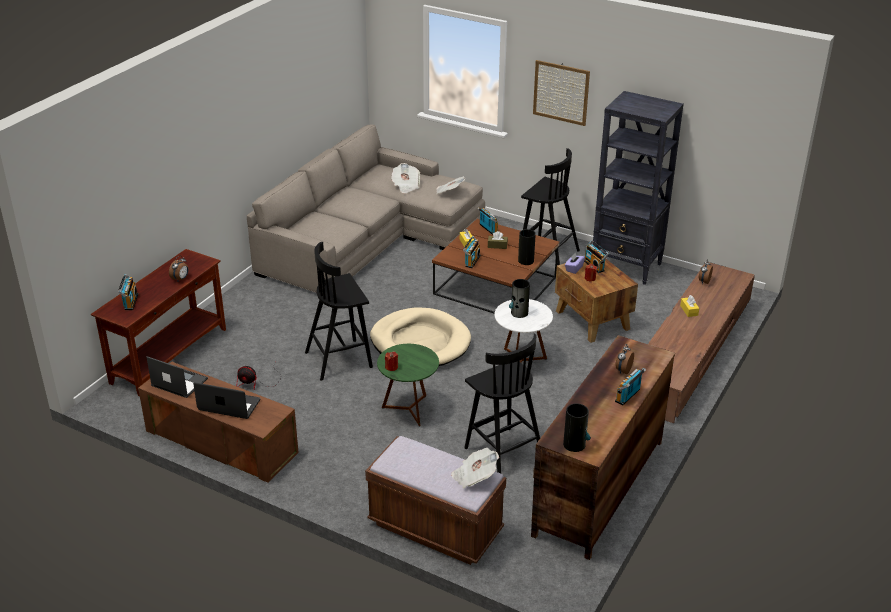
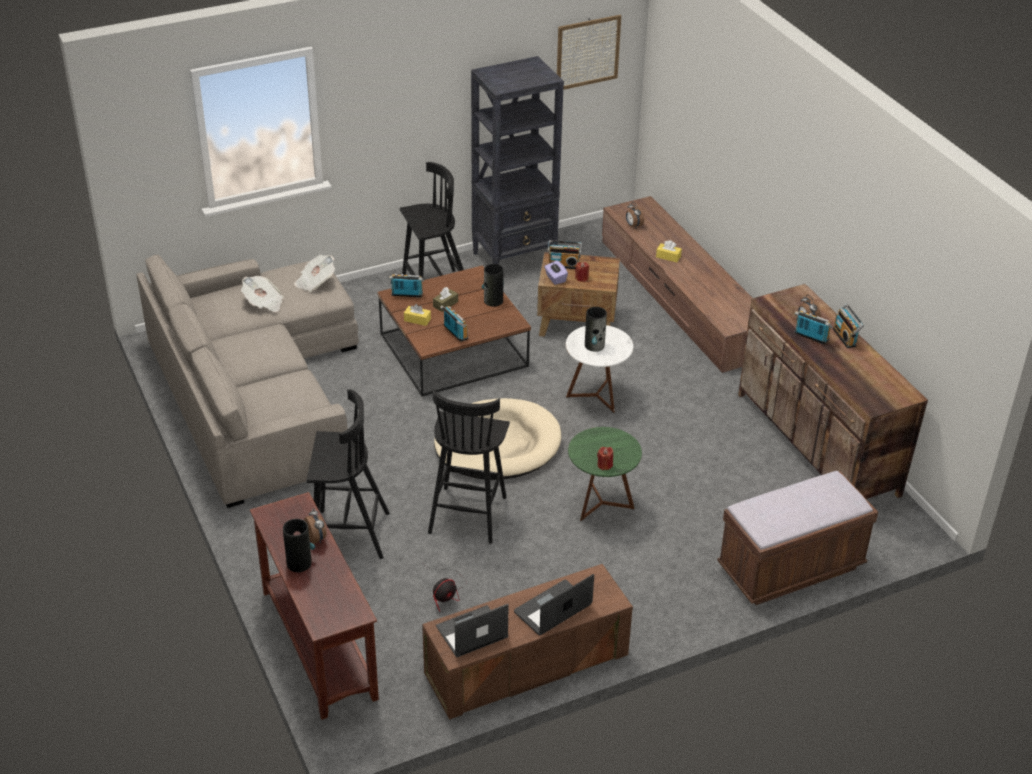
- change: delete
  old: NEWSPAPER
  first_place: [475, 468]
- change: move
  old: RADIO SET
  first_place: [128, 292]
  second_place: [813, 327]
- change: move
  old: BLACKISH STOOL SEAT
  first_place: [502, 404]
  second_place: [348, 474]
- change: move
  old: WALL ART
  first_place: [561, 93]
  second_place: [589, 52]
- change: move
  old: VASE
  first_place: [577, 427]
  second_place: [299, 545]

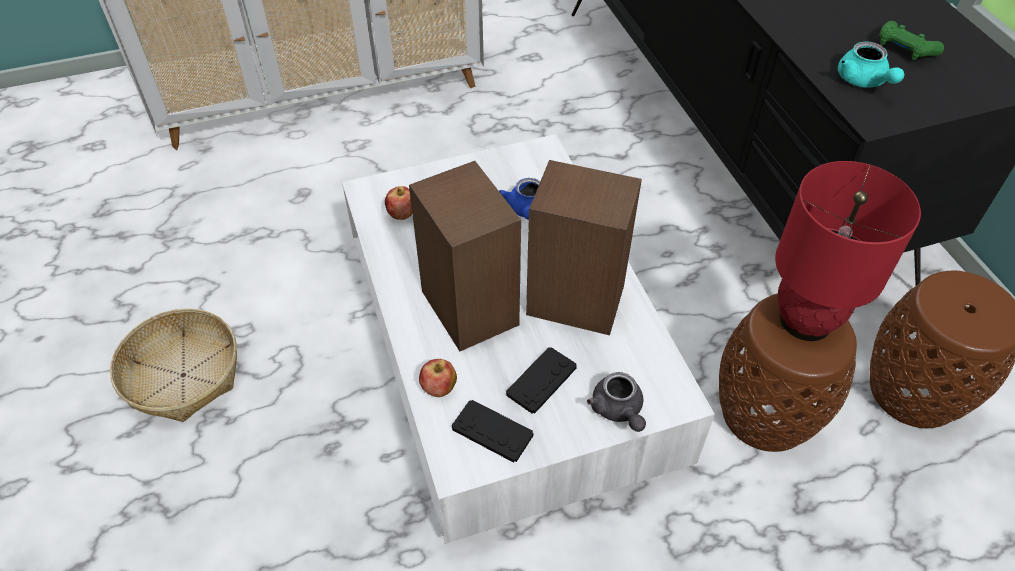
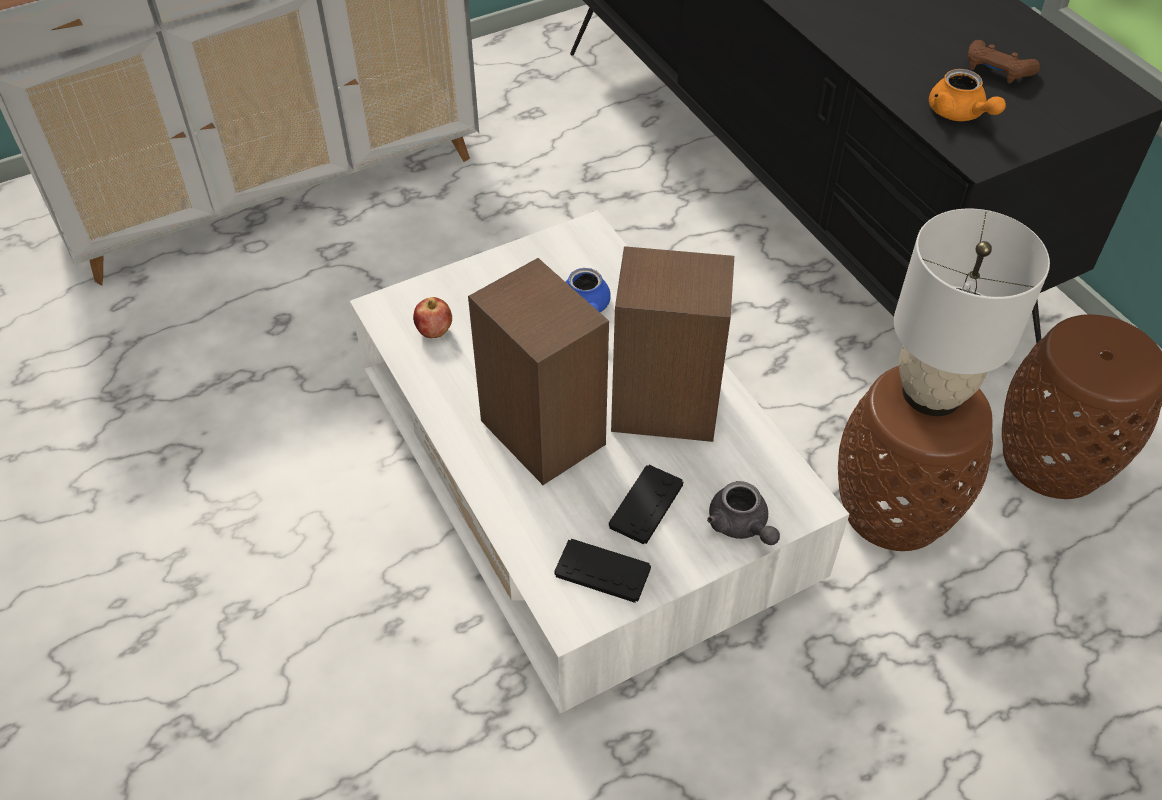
- change: delete
  old: BASKET
  first_place: [173, 365]
- change: delete
  old: APPLE FRUIT
  first_place: [438, 378]
- change: recolor
  old: RED TABLE LAMP
  new: WHITE-COLOURED TABLE LAMP
  first_place: [848, 251]
  second_place: [972, 312]
- change: recolor
  old: TURQUOISE TEAPOT
  new: ORANGE TEAPOT
  first_place: [871, 65]
  second_place: [967, 95]
- change: recolor
  old: GREENISH JOYPAD
  new: BROWNISH JOYPAD
  first_place: [912, 40]
  second_place: [1004, 61]

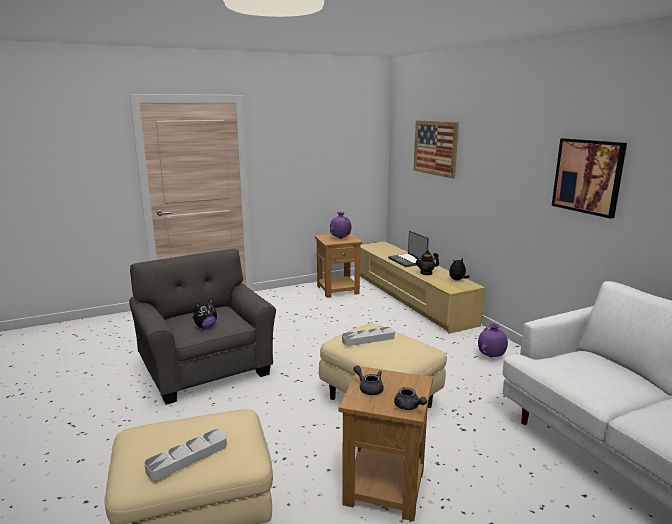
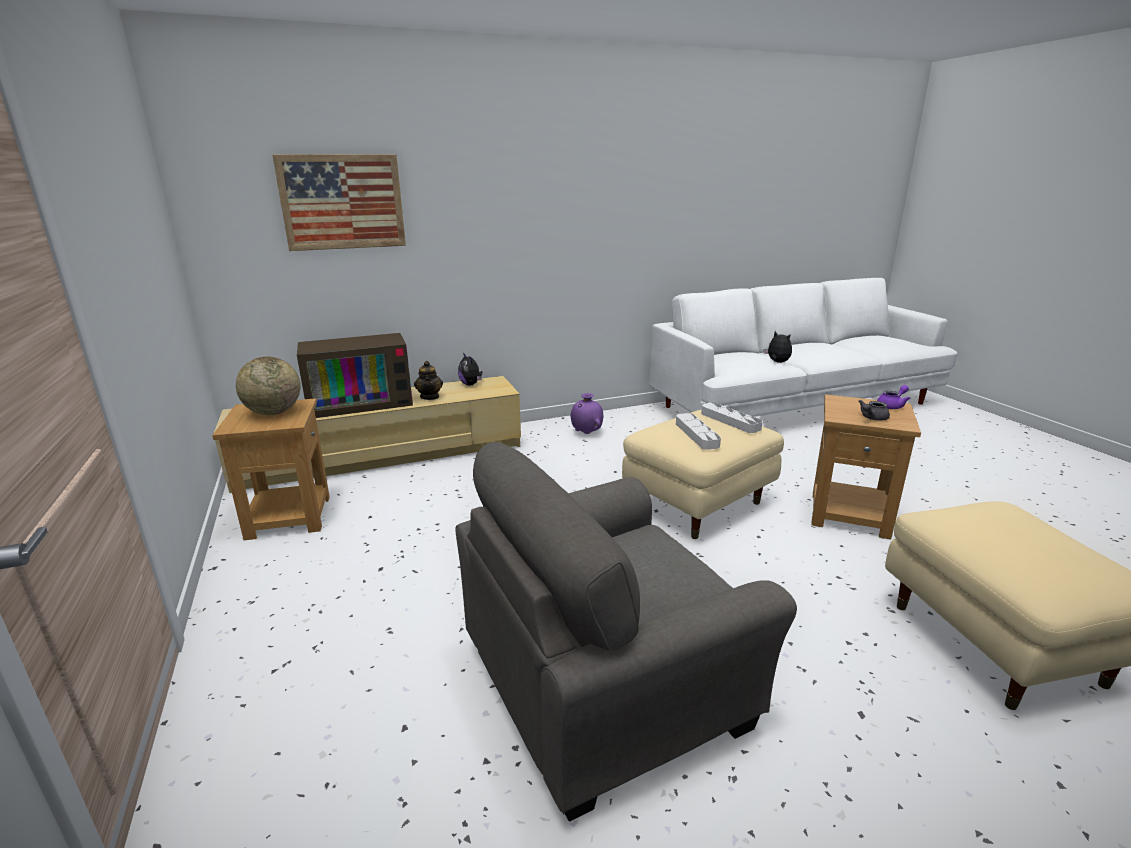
- change: delete
  old: WALL ART
  first_place: [589, 178]
- change: move
  old: GRAY CARRYING TRAY
  first_place: [185, 455]
  second_place: [732, 417]
- change: move
  old: SOFT TOY
  first_place: [205, 314]
  second_place: [778, 347]
- change: replace
  old: PURPLISH VASE
  new: WORLD GLOBE
  first_place: [341, 225]
  second_place: [268, 386]
- change: replace
  old: NOTEBOOK COMPUTER
  new: TV
  first_place: [408, 249]
  second_place: [355, 375]
- change: recolor
  old: GRAY TEAPOT
  new: PURPLISH TEAPOT
  first_place: [410, 398]
  second_place: [893, 397]

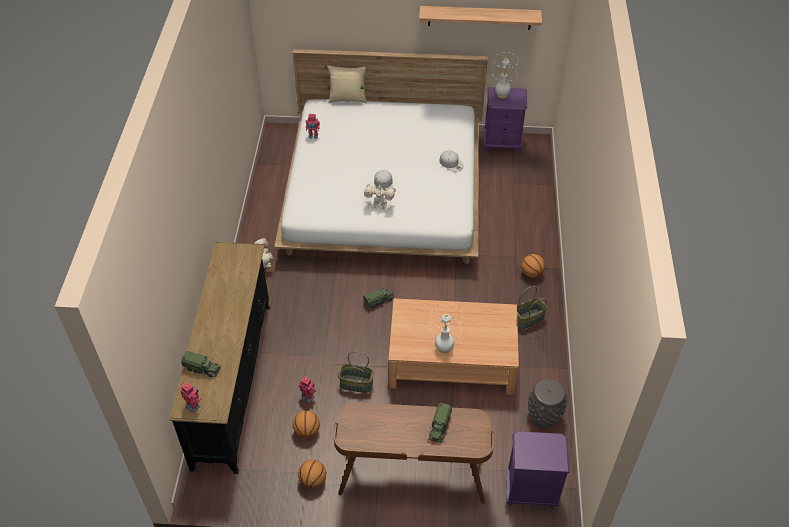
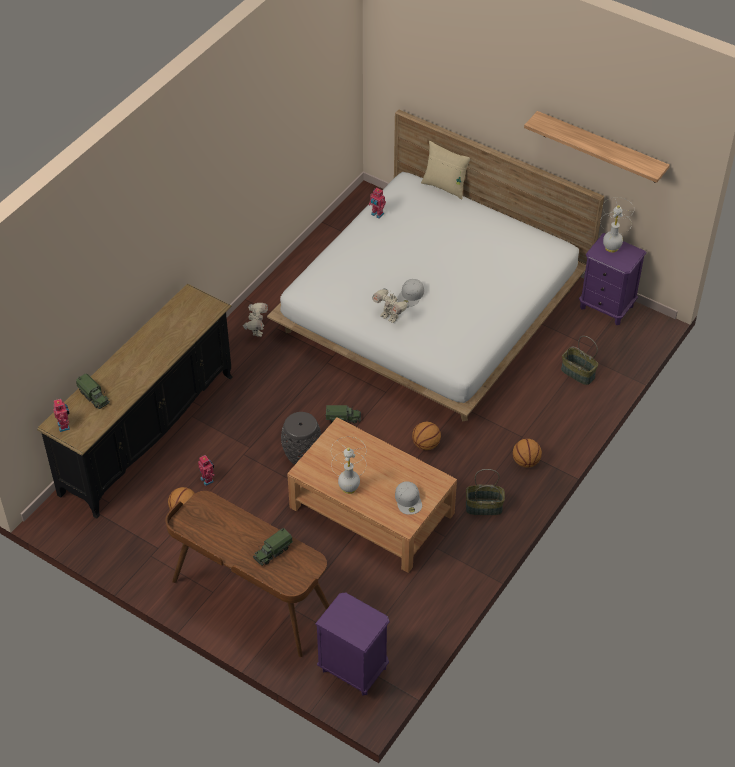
- change: move
  old: BASKETBALL BALL
  first_place: [312, 474]
  second_place: [426, 435]
- change: move
  old: BASKET
  first_place: [356, 372]
  second_place: [579, 360]
- change: move
  old: WHITE-COLOURED BASEBALL CAP
  first_place: [452, 161]
  second_place: [408, 498]
- change: move
  old: GRAY STOOL SEAT
  first_place: [547, 403]
  second_place: [301, 438]

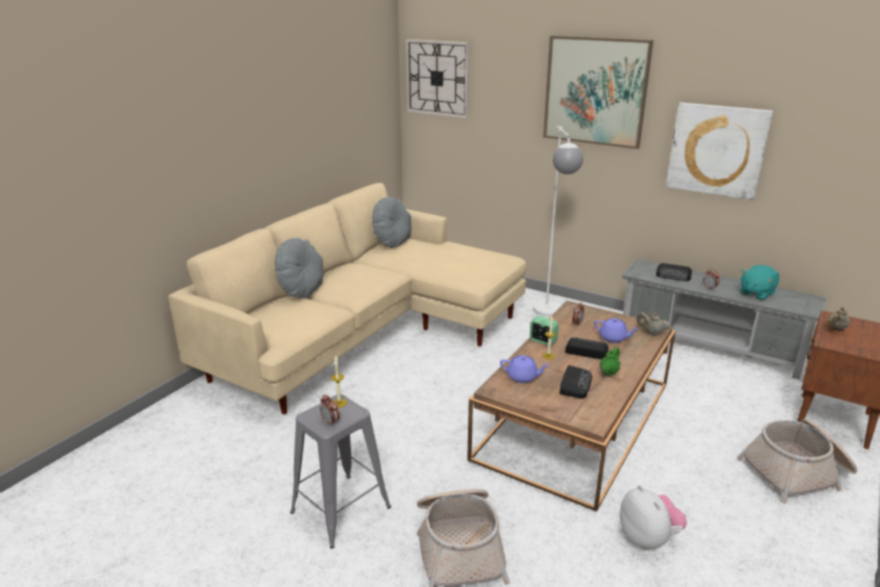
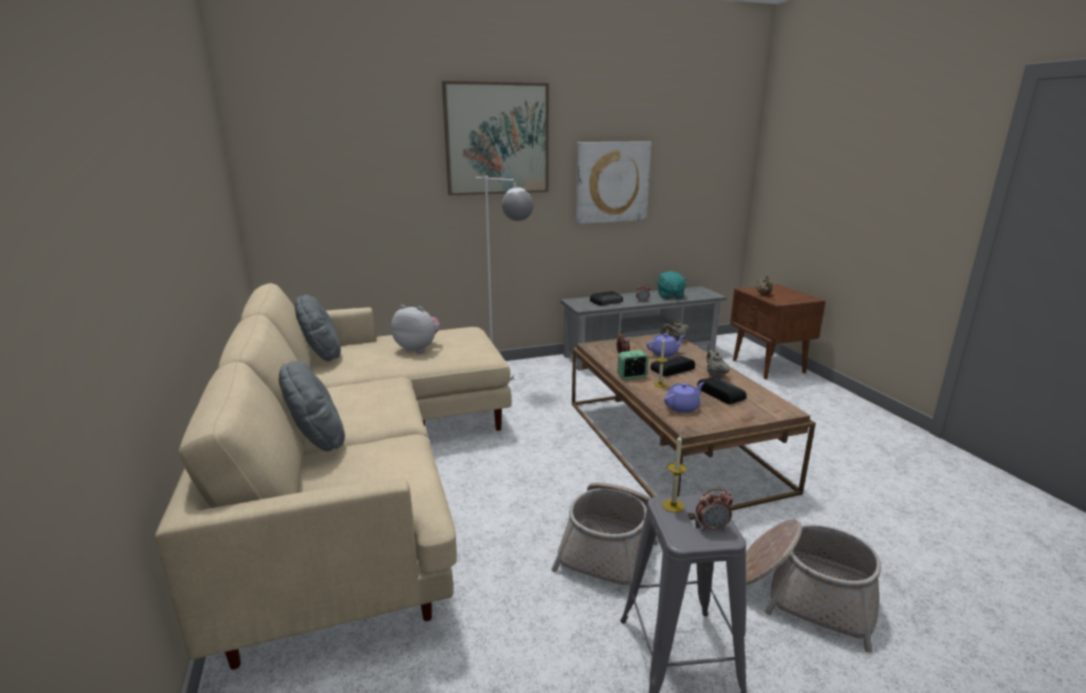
- change: delete
  old: HANGING CLOCK
  first_place: [437, 78]
- change: move
  old: SOFT TOY
  first_place: [653, 517]
  second_place: [415, 329]
- change: move
  old: BASKET
  first_place: [797, 461]
  second_place: [604, 535]
- change: recolor
  old: GREENISH TEAPOT
  new: BEIGE TEAPOT
  first_place: [609, 361]
  second_place: [718, 364]

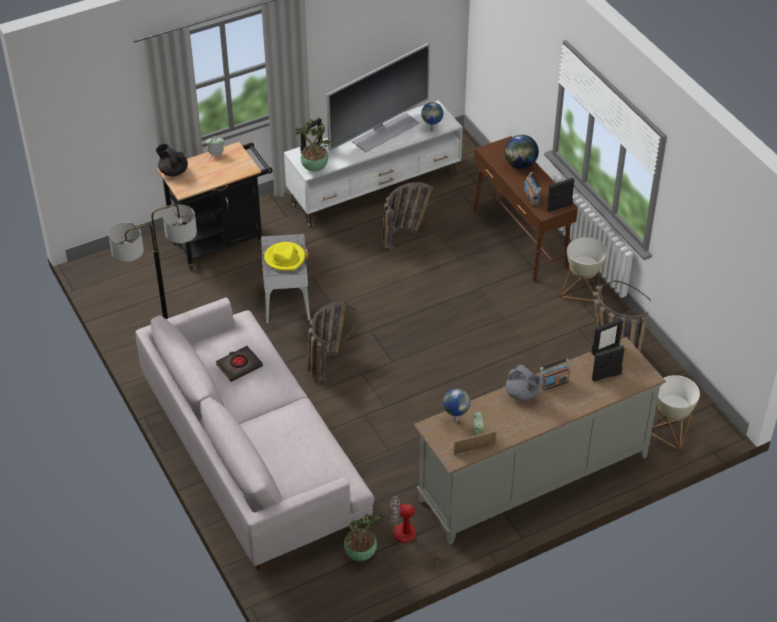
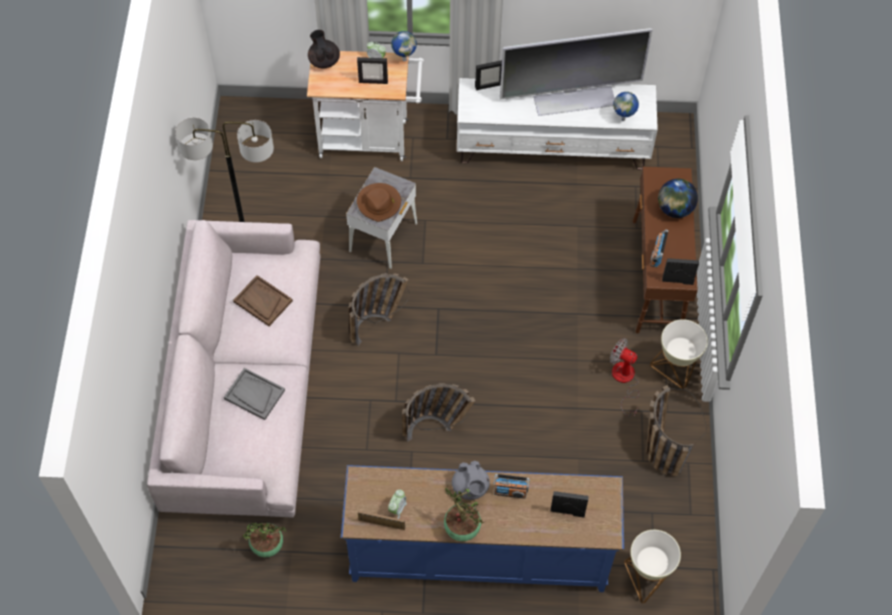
- change: insert
  new: GRAY CARRYING TRAY
  second_place: [254, 394]
- change: move
  old: POTTED PLANT
  first_place: [313, 145]
  second_place: [464, 513]
- change: move
  old: BASKET
  first_place: [409, 216]
  second_place: [439, 412]
- change: move
  old: COOLING FAN
  first_place: [414, 532]
  second_place: [624, 377]
- change: move
  old: WORLD GLOBE
  first_place: [457, 405]
  second_place: [404, 46]
- change: move
  old: PICTURE FRAME
  first_place: [607, 337]
  second_place: [372, 70]
- change: replace
  old: BLACKISH BOUND BOOK
  new: BROWNISH CARRYING TRAY
  first_place: [239, 364]
  second_place: [263, 300]
- change: recolor
  old: BLACKISH WHEELED CART
  new: WHITE-COLOURED WHEELED CART
  first_place: [215, 206]
  second_place: [365, 106]
- change: recolor
  old: YELLOWISH CLOTHING HAT
  new: BROWNISH CLOTHING HAT
  first_place: [284, 256]
  second_place: [379, 202]
- change: recolor
  old: GRAY CABINET
  new: BLUE CABINET
  first_place: [540, 441]
  second_place: [482, 528]

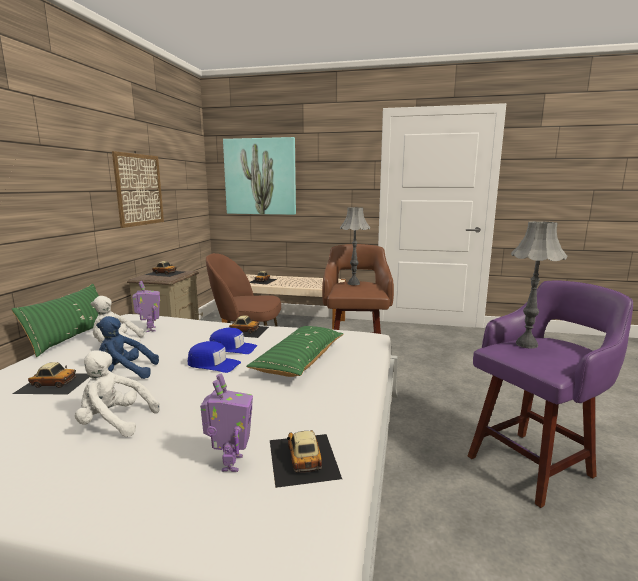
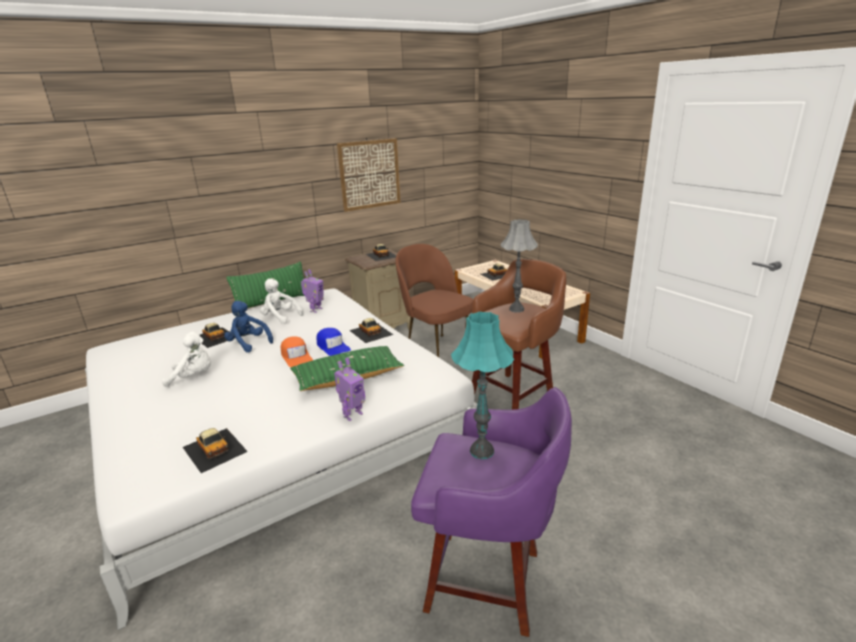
- change: delete
  old: WALL ART
  first_place: [259, 176]
- change: move
  old: ROBOT FIGURE
  first_place: [226, 423]
  second_place: [349, 389]
- change: recolor
  old: BLUE BASEBALL CAP
  new: ORANGE BASEBALL CAP
  first_place: [214, 357]
  second_place: [297, 351]
- change: recolor
  old: GRAY TABLE LAMP
  new: TURQUOISE TABLE LAMP
  first_place: [539, 285]
  second_place: [482, 385]
- change: rotate
  old: WHITE-COLOURED SOFT TOY
  first_place: [117, 393]
  second_place: [186, 359]
  degrees: 120
- change: rotate
  old: MINIATURE CAR
  first_place: [306, 459]
  second_place: [215, 450]
  degrees: 105

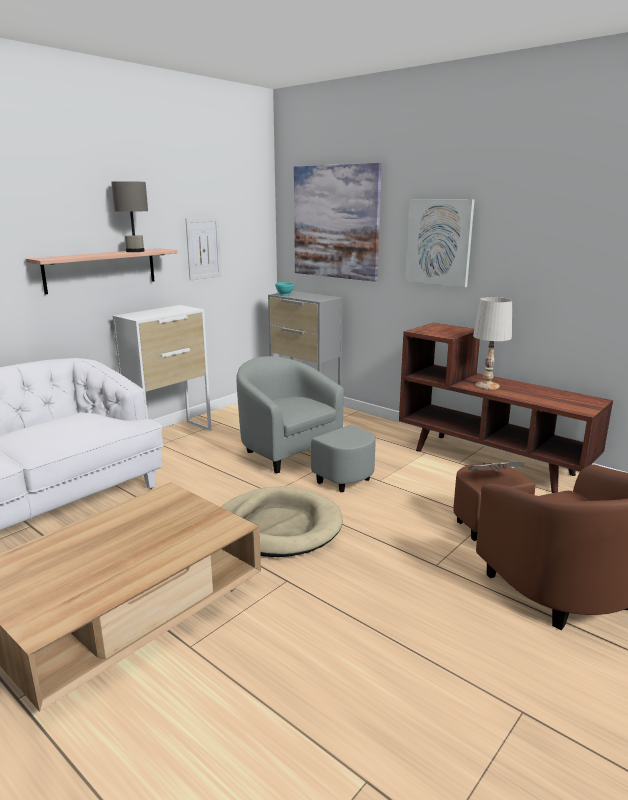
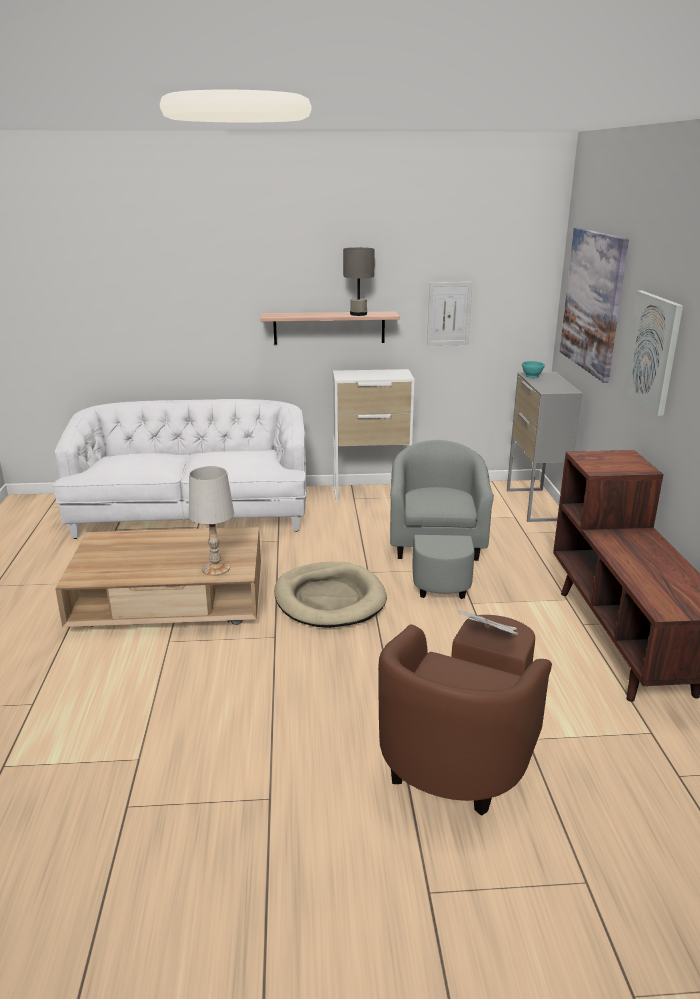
- change: move
  old: WHITE-COLOURED TABLE LAMP
  first_place: [492, 343]
  second_place: [211, 521]

